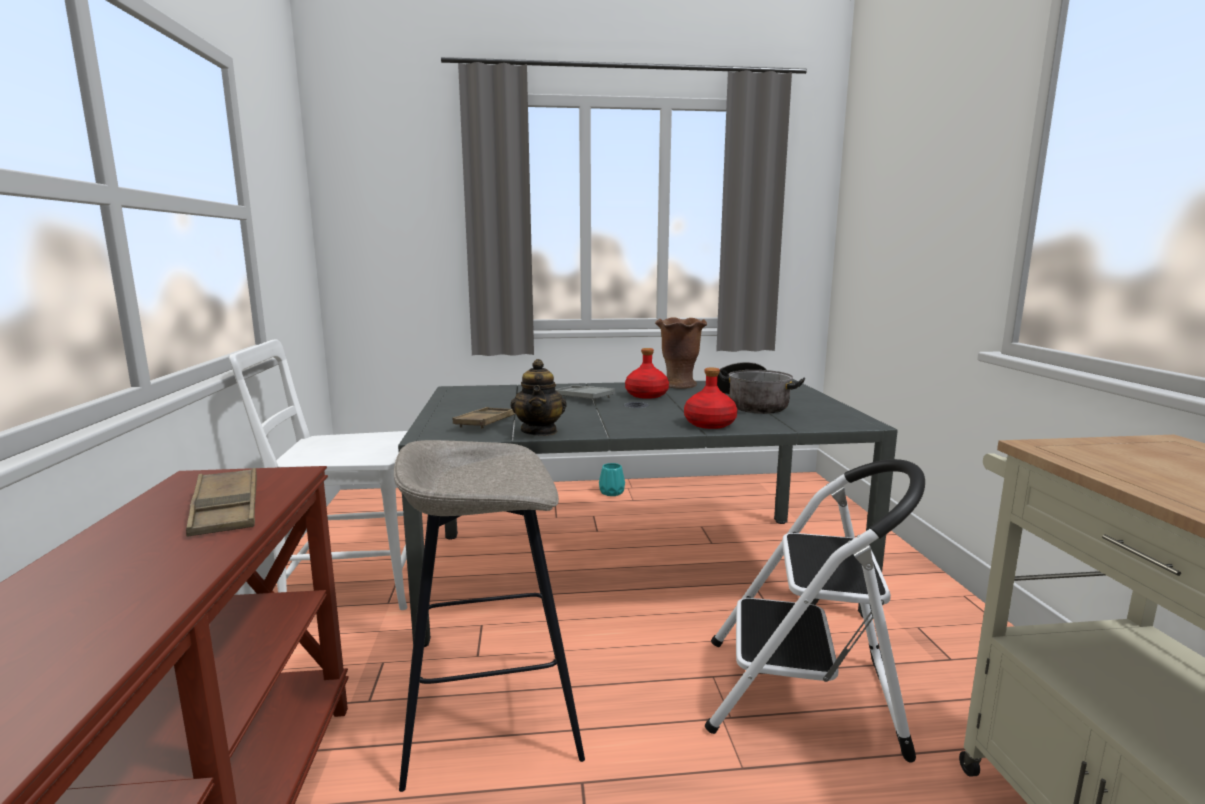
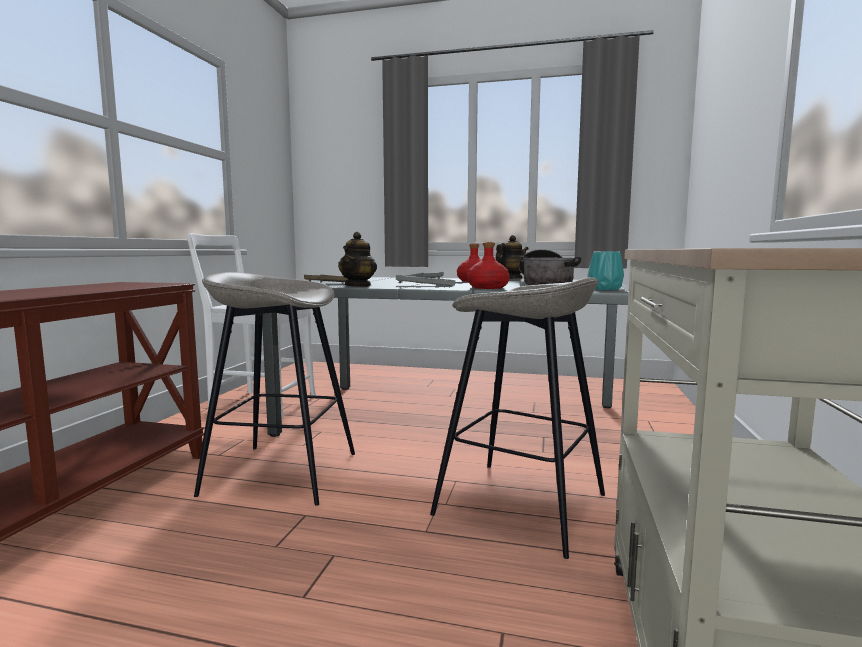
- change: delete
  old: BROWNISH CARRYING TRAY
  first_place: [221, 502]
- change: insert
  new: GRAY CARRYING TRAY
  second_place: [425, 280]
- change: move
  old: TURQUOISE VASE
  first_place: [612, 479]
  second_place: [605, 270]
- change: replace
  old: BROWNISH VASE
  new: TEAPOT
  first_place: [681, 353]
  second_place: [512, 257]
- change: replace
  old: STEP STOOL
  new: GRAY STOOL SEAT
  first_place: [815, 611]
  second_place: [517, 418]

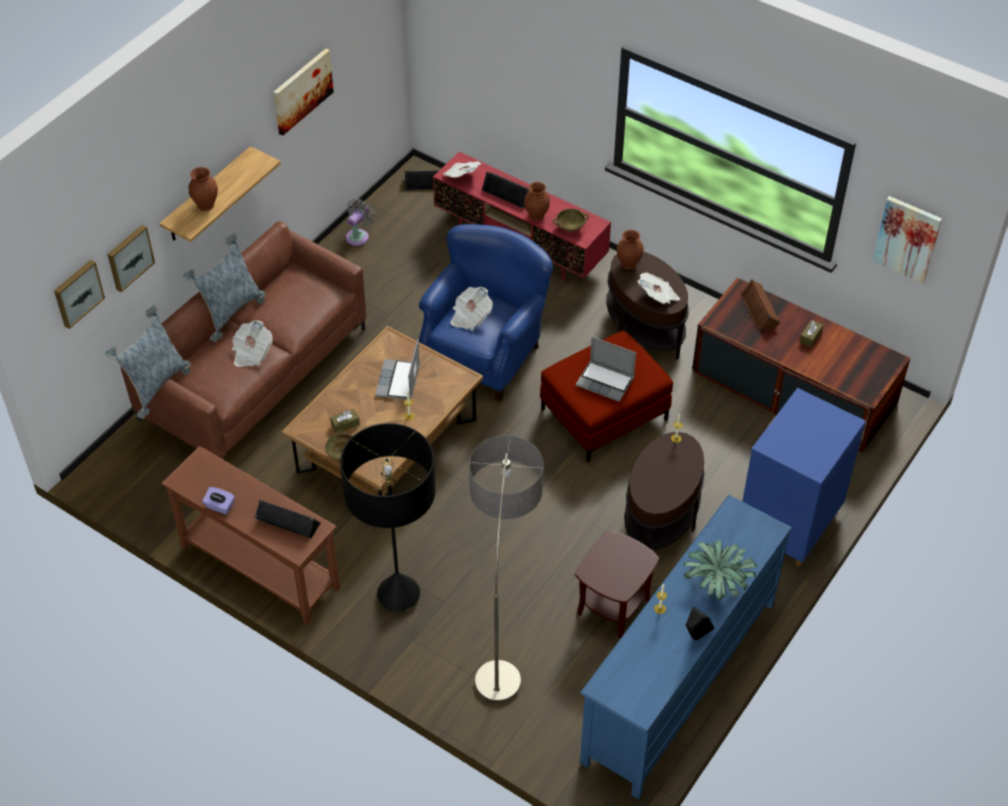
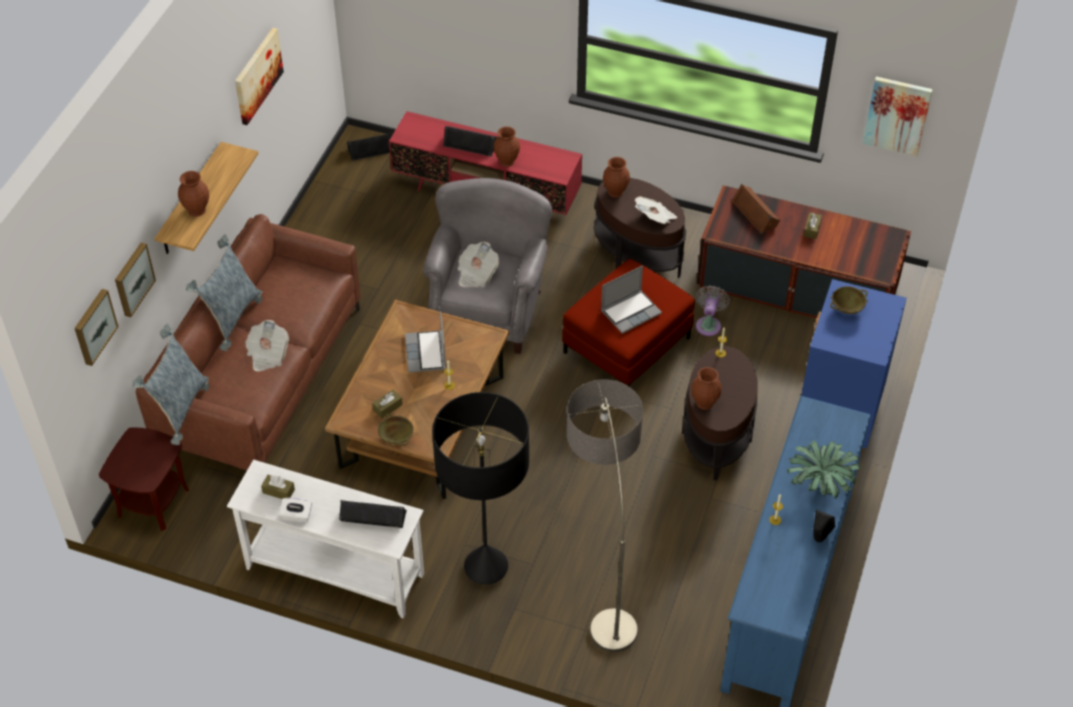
- change: delete
  old: NEWSPAPER
  first_place: [462, 169]
- change: insert
  new: BROWNISH BOX OF TISSUES
  second_place: [278, 487]
- change: insert
  new: BROWNISH VASE
  second_place: [706, 388]
- change: move
  old: GRAY COOLING FAN
  first_place: [360, 222]
  second_place: [712, 310]
- change: move
  old: BEIGE DEEP DISH
  first_place: [570, 220]
  second_place: [849, 300]
- change: move
  old: BROWNISH ACCENT TABLE
  first_place: [617, 584]
  second_place: [144, 479]
- change: recolor
  old: BROWNISH CONSOLE TABLE
  new: WHITE-COLOURED CONSOLE TABLE
  first_place: [250, 535]
  second_place: [325, 539]
- change: recolor
  old: PURPLISH BOX OF TISSUES
  new: WHITE-COLOURED BOX OF TISSUES
  first_place: [218, 500]
  second_place: [295, 510]
- change: recolor
  old: BLUE ARMCHAIR
  new: GRAY ARMCHAIR
  first_place: [486, 312]
  second_place: [487, 266]
- change: rotate
  old: NOTEBOOK COMPUTER
  first_place: [606, 369]
  second_place: [631, 299]
  degrees: -45

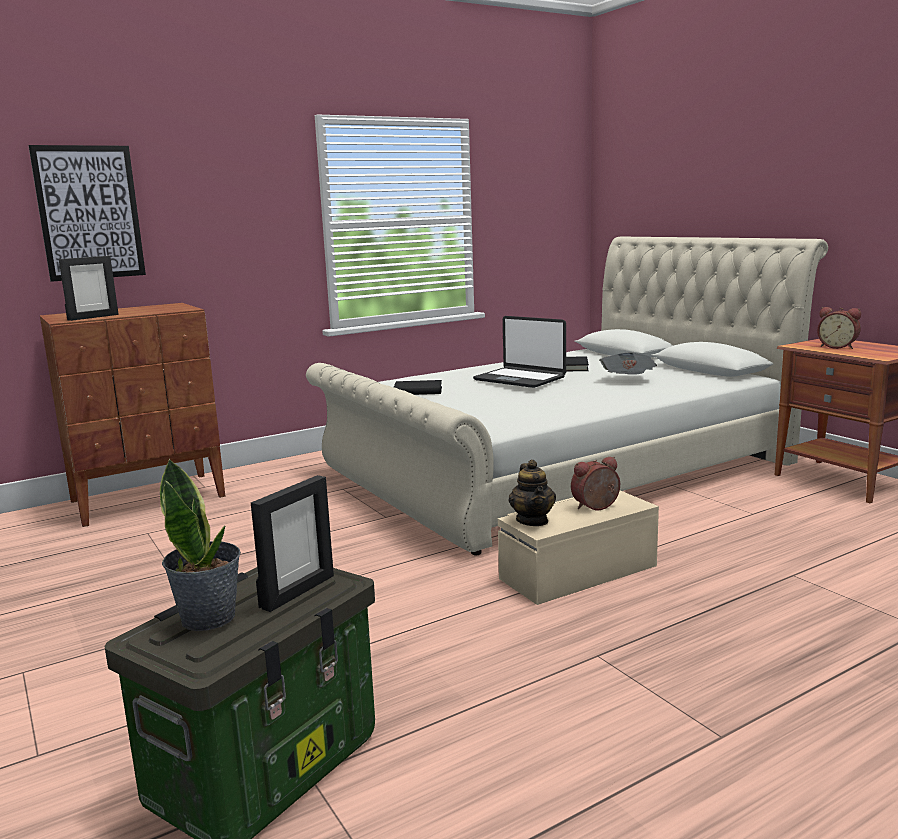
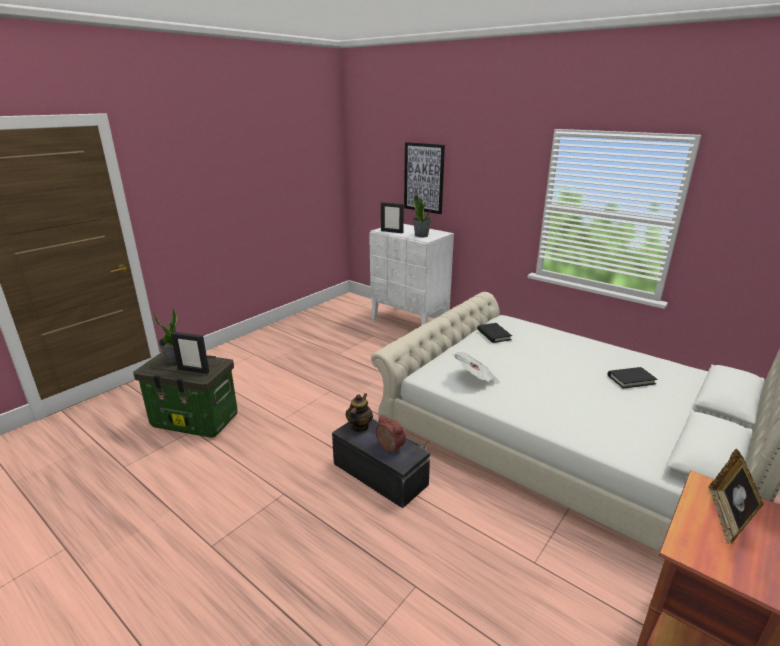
- change: delete
  old: NOTEBOOK COMPUTER
  first_place: [519, 352]
- change: insert
  new: POTTED PLANT
  second_place: [422, 215]
- change: move
  old: NEWSPAPER
  first_place: [628, 363]
  second_place: [476, 367]
- change: replace
  old: ALARM CLOCK
  new: PICTURE FRAME
  first_place: [839, 328]
  second_place: [736, 496]
- change: recolor
  old: BROWNISH DRESSER
  new: WHITE-COLOURED DRESSER
  first_place: [133, 415]
  second_place: [411, 274]
- change: recolor
  old: BEIGE STORAGE BOX
  new: BLACKISH STORAGE BOX
  first_place: [578, 548]
  second_place: [381, 463]
- change: rotate
  old: TEAPOT
  first_place: [532, 493]
  second_place: [359, 412]
  degrees: 135

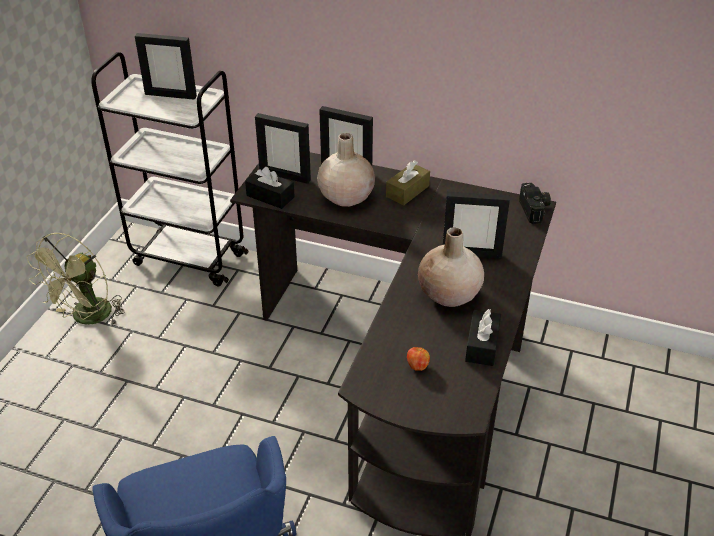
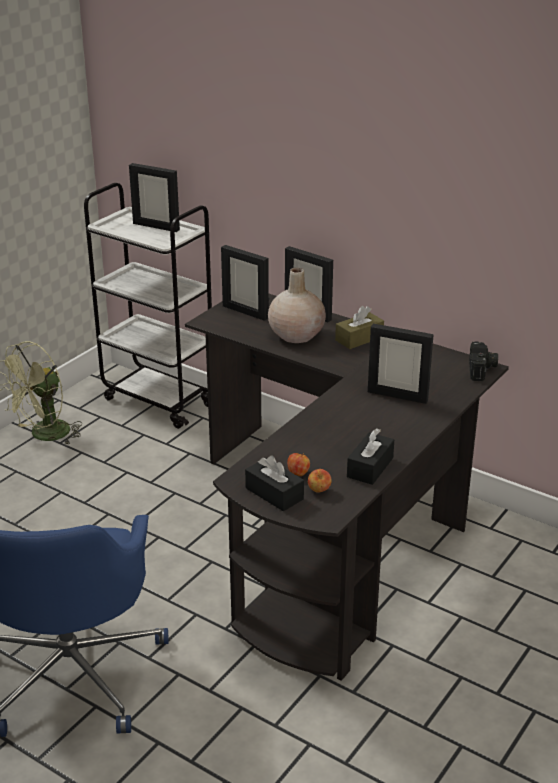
- change: delete
  old: BEIGE VASE
  first_place: [451, 267]
- change: insert
  new: APPLE FRUIT
  second_place: [320, 481]
- change: move
  old: BLACKISH BOX OF TISSUES
  first_place: [270, 188]
  second_place: [274, 483]

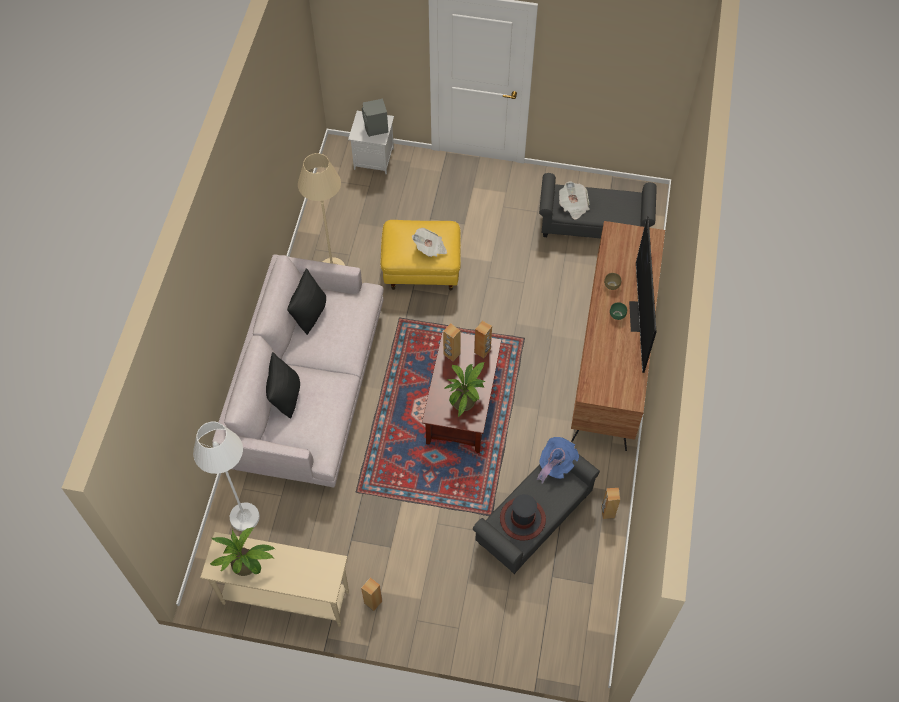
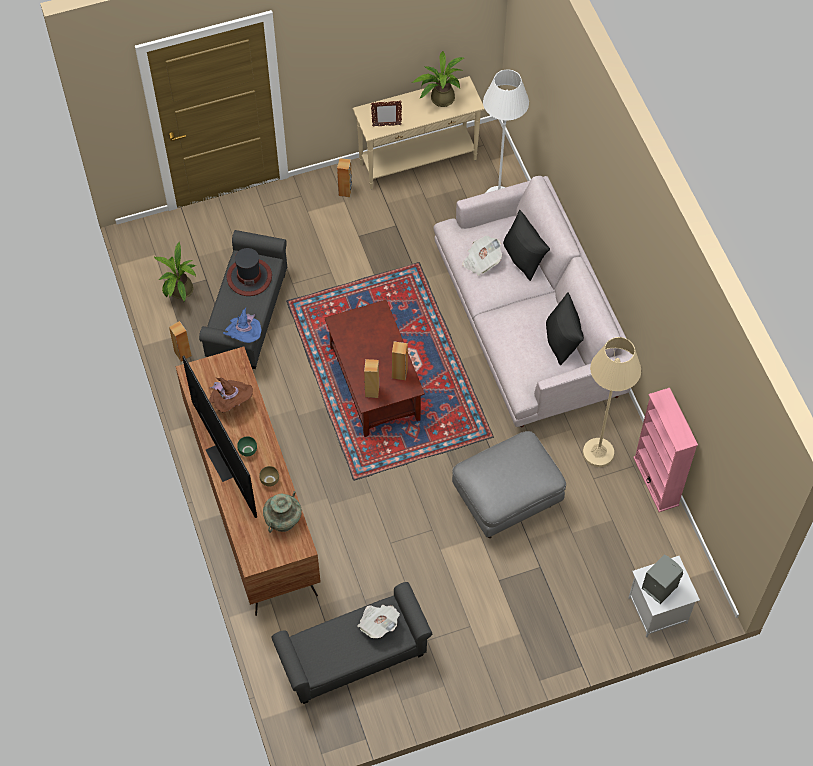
- change: insert
  new: BROWNISH CLOTHING HAT
  second_place: [231, 395]
- change: insert
  new: TURQUOISE VASE
  second_place: [282, 512]
- change: insert
  new: PICTURE FRAME
  second_place: [386, 114]
- change: insert
  new: PINK-COLOURED BOOKCASE
  second_place: [665, 450]
- change: move
  old: NEWSPAPER
  first_place: [429, 242]
  second_place: [482, 255]
- change: move
  old: POTTED PLANT
  first_place: [464, 389]
  second_place: [175, 271]
- change: recolor
  old: YELLOWISH OTTOMAN
  new: GRAY OTTOMAN
  first_place: [421, 255]
  second_place: [509, 484]

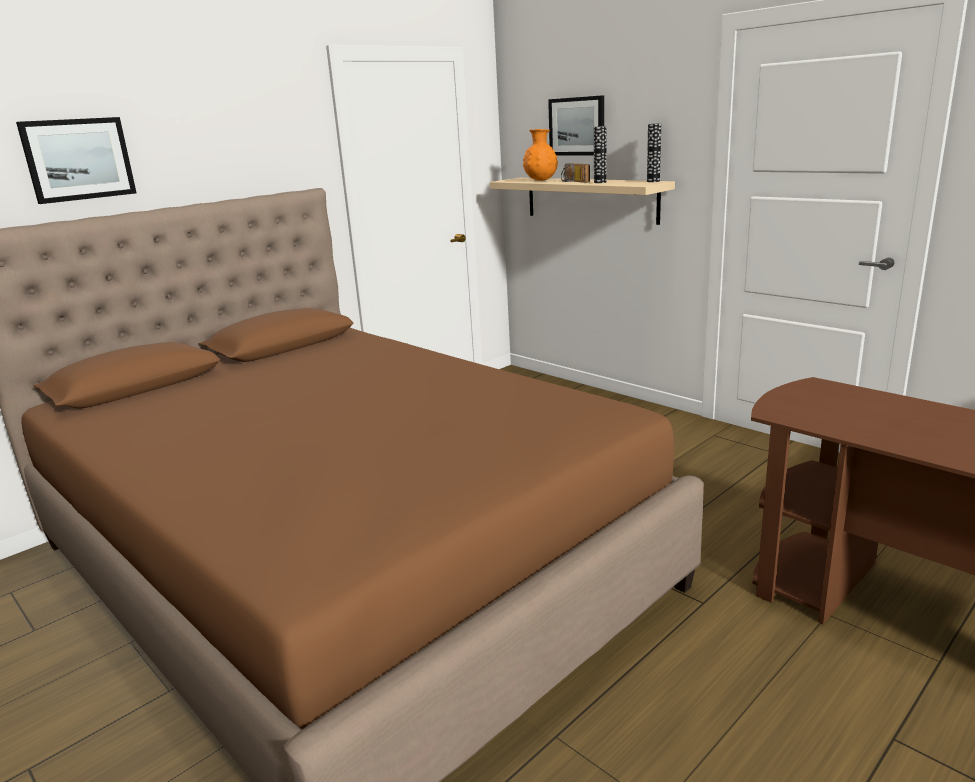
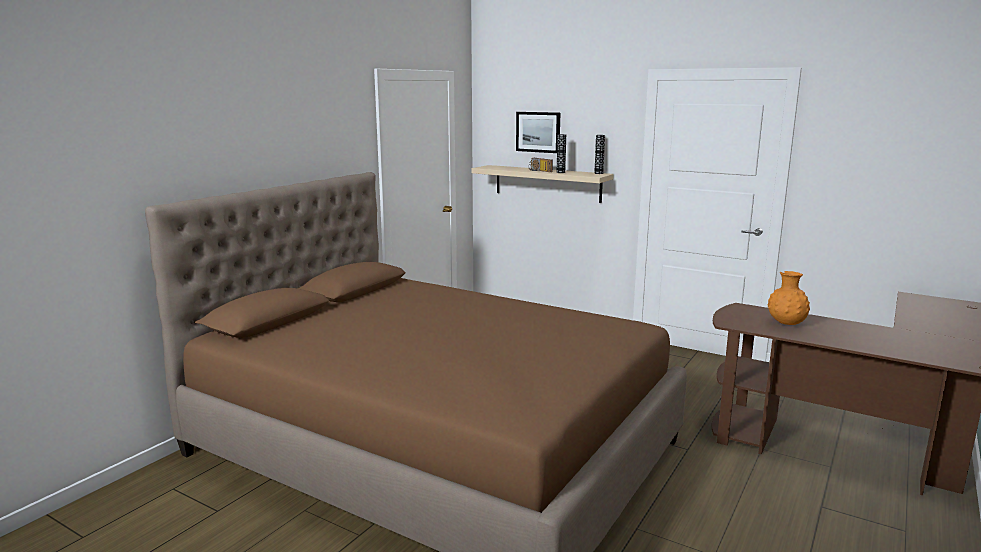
- change: delete
  old: WALL ART
  first_place: [76, 160]
- change: move
  old: ORANGE VASE
  first_place: [540, 155]
  second_place: [789, 298]

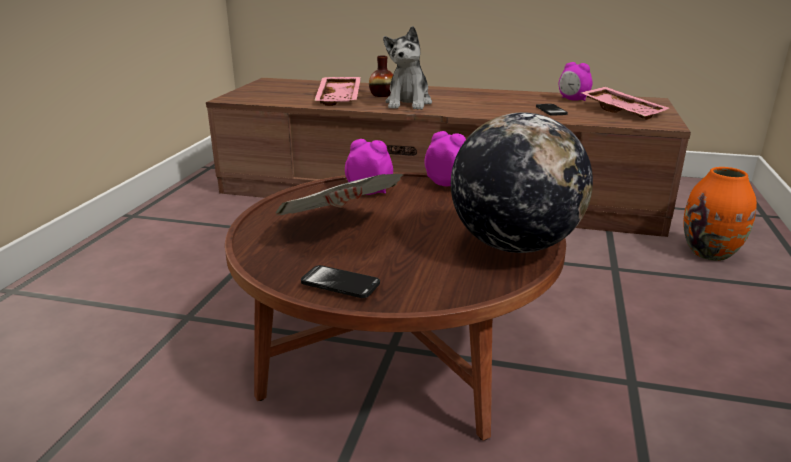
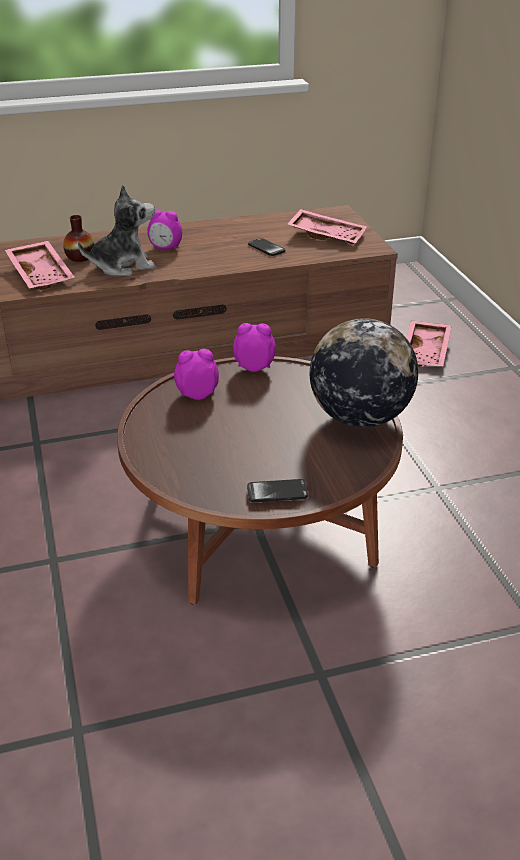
- change: delete
  old: NEWSPAPER
  first_place: [339, 194]
- change: move
  old: ALARM CLOCK
  first_place: [575, 81]
  second_place: [164, 230]
- change: replace
  old: ORANGE VASE
  new: PINK-COLOURED CARRYING TRAY
  first_place: [720, 214]
  second_place: [429, 344]
- change: rotate
  old: SOFT TOY
  first_place: [407, 68]
  second_place: [116, 230]
  degrees: -90

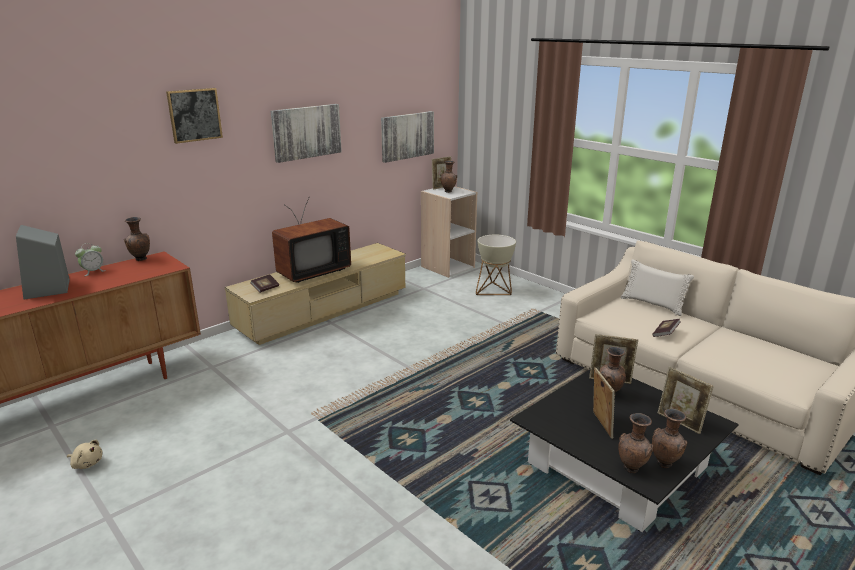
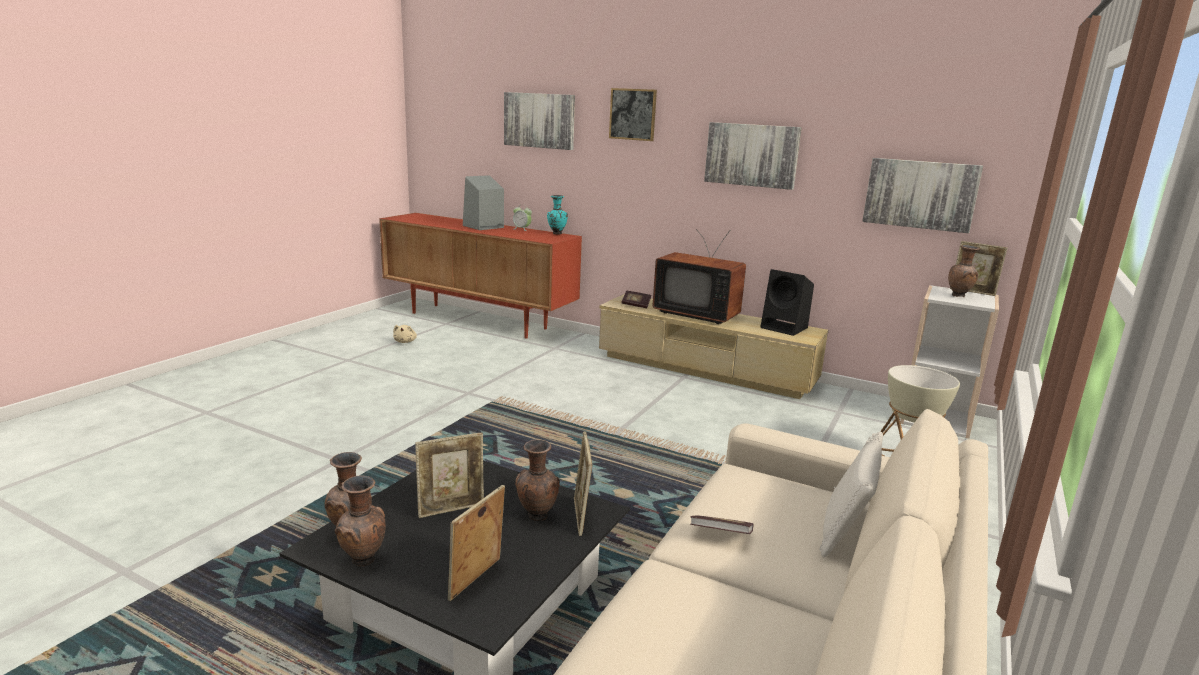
- change: insert
  new: WALL ART
  second_place: [539, 121]
- change: insert
  new: BLACKISH LOUDSPEAKER
  second_place: [787, 302]
- change: recolor
  old: BROWNISH VASE
  new: TURQUOISE VASE
  first_place: [137, 239]
  second_place: [557, 214]

